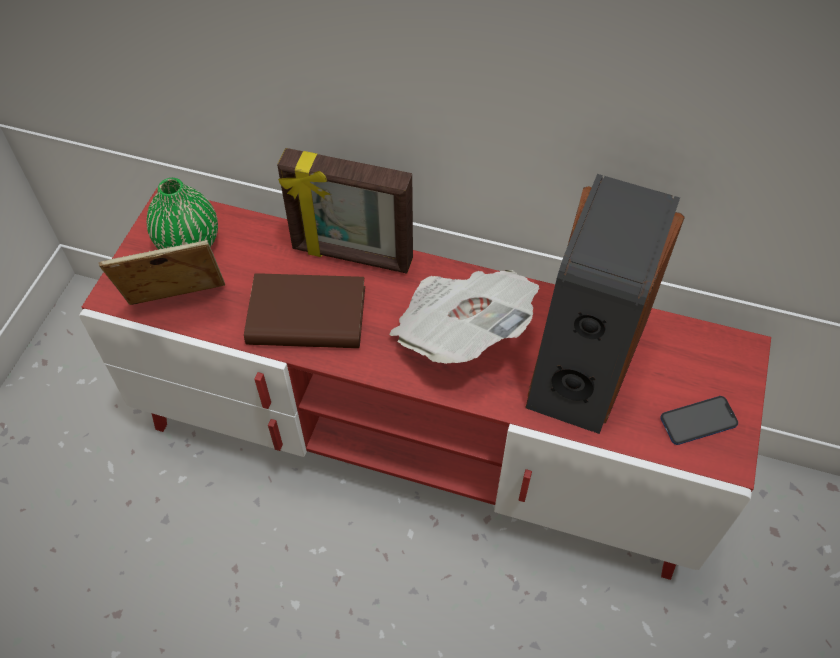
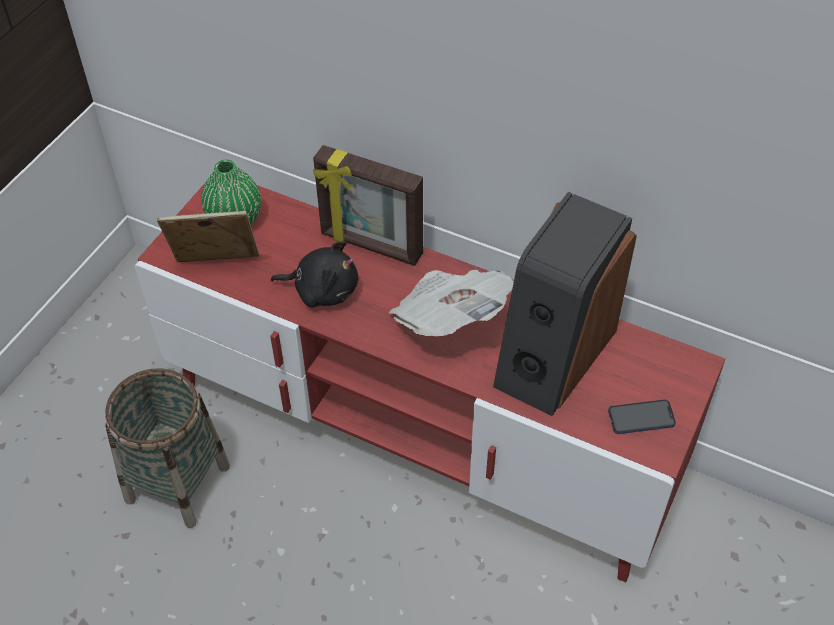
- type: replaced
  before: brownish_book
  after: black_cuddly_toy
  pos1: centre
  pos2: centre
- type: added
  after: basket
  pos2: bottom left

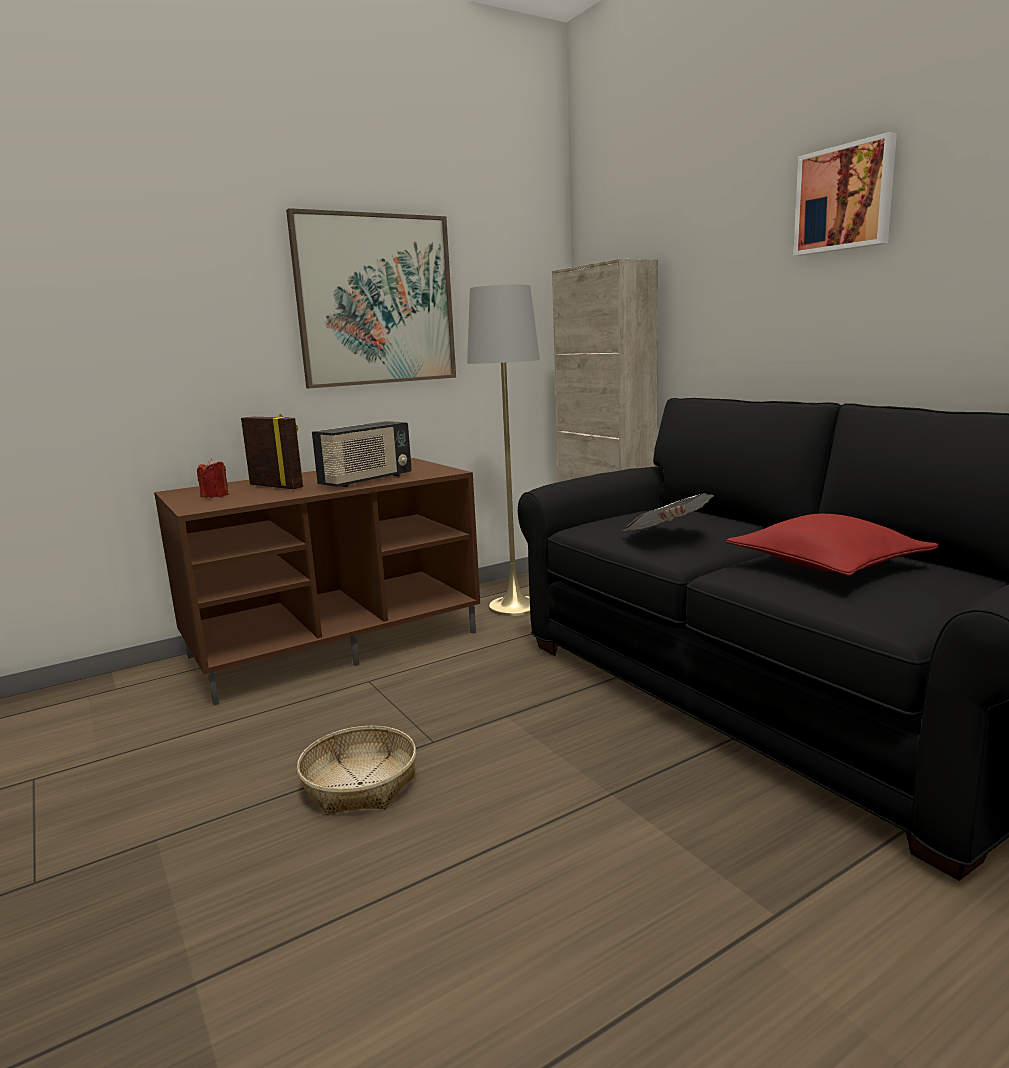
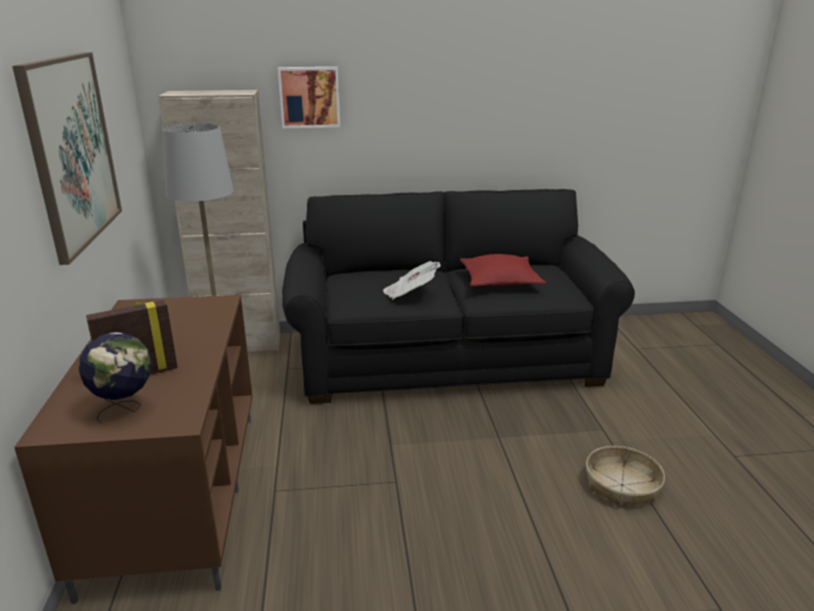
- type: replaced
  before: red_wax_light
  after: world_globe
  pos1: middle left
  pos2: middle left
- type: moved
  before: basket
  pos1: bottom centre
  pos2: bottom right
- type: removed
  before: radio
  pos1: centre
- type: moved
  before: wall_picture (2nd from left)
  pos1: top right
  pos2: top centre

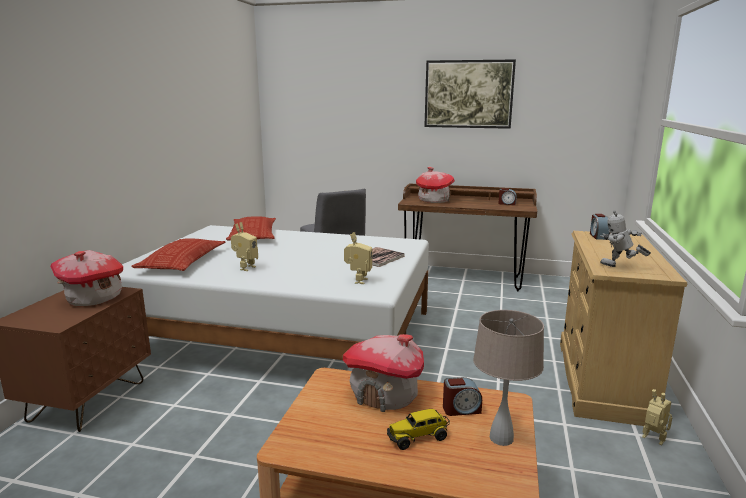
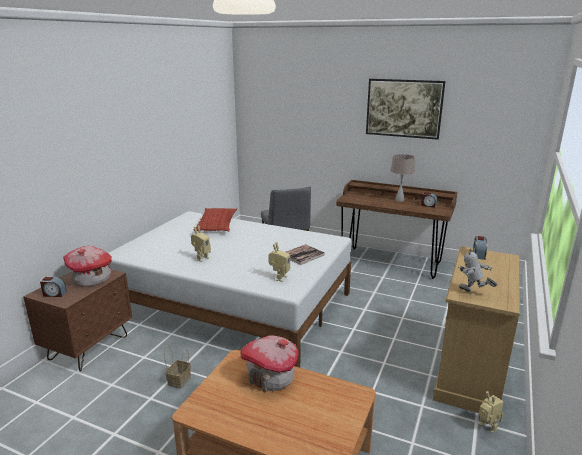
- type: removed
  before: cushion (1st from left)
  pos1: middle left
- type: removed
  before: toy_truck
  pos1: bottom centre
- type: removed
  before: model_house (3rd from left)
  pos1: centre
- type: moved
  before: table_clock (1st from left)
  pos1: bottom centre
  pos2: middle left
- type: moved
  before: sand-coloured_tabletop_lamp
  pos1: bottom right
  pos2: middle right
- type: added
  after: basket
  pos2: bottom left

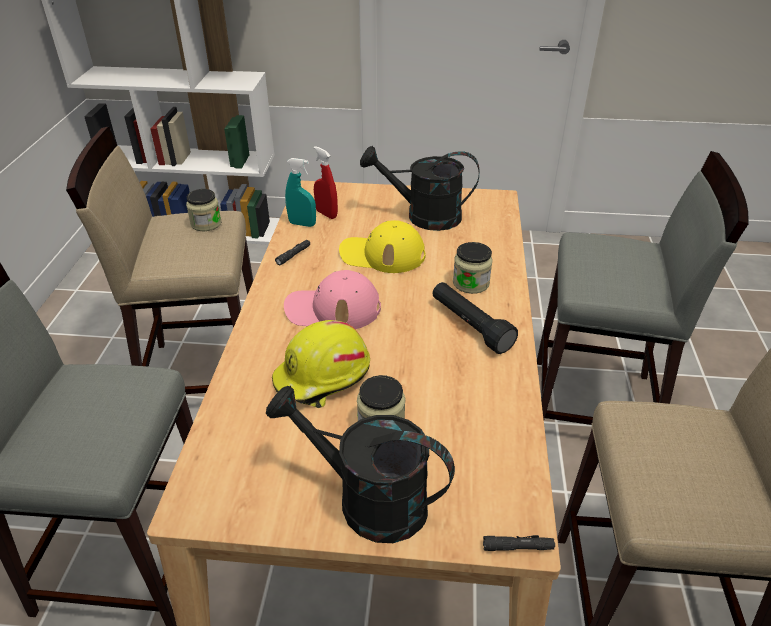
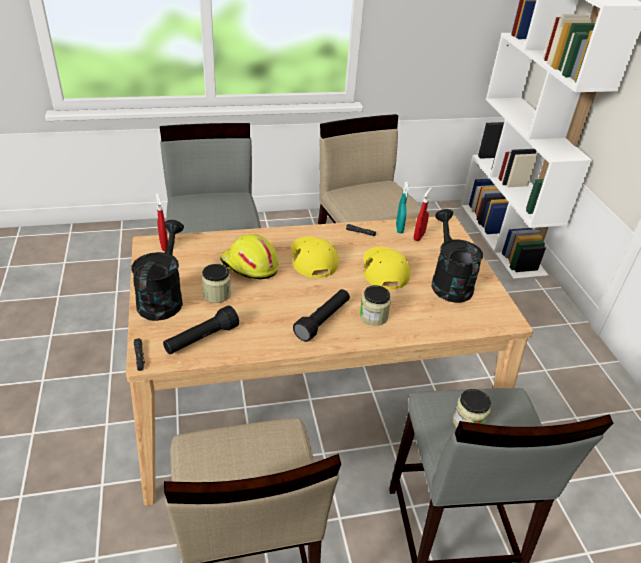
- type: moved
  before: preserve_jar (1st from left in the first image)
  after: preserve_jar (3rd from left)
  pos1: middle left
  pos2: bottom right
- type: recoloured
  before: pinkish_cap
  after: yellow_cap (1st from left)
  pos1: centre
  pos2: centre
- type: added
  after: red_spray_bottle (1st from left)
  pos2: middle left
- type: added
  after: black_hand_torch (2nd from left)
  pos2: middle left

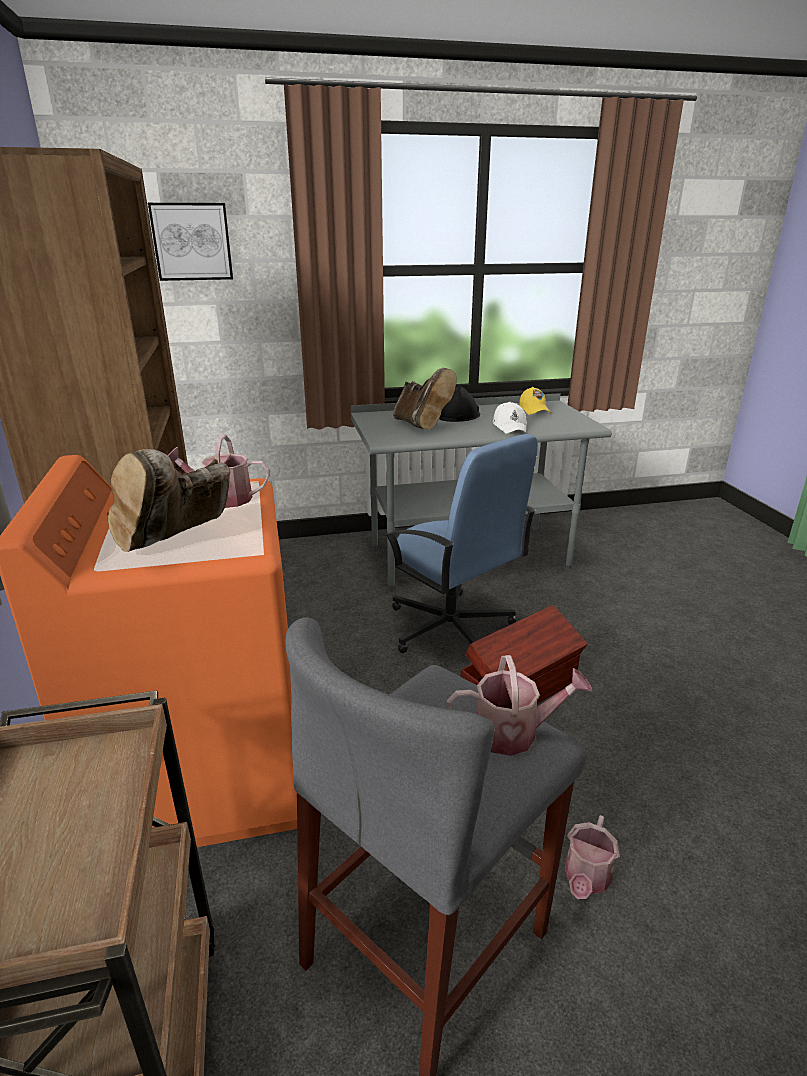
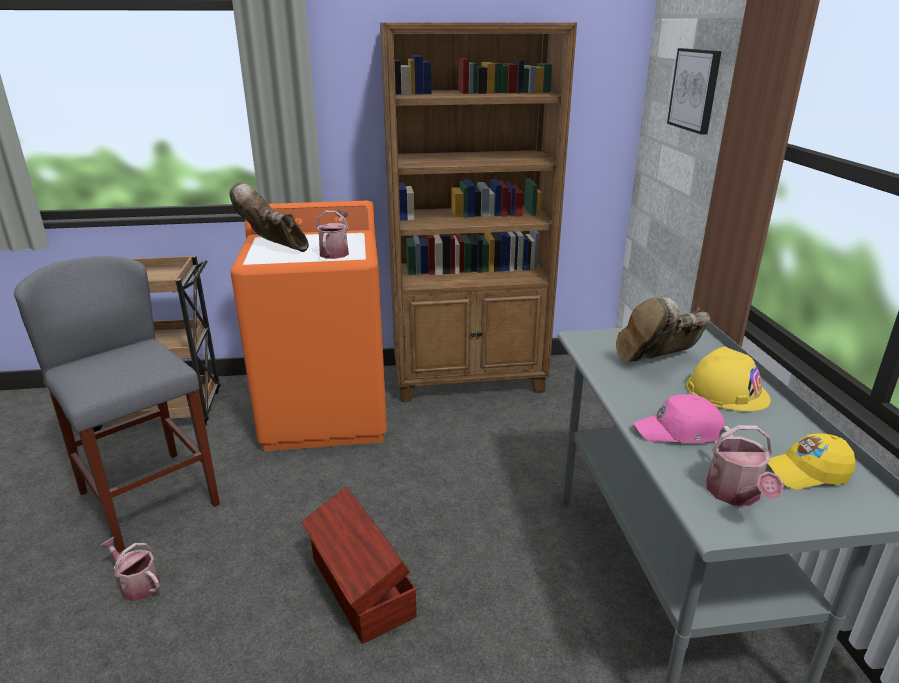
- type: removed
  before: blue_desk_chair
  pos1: centre
- type: recoloured
  before: black_hard_hat
  after: yellow_hard_hat
  pos1: centre
  pos2: middle right
- type: moved
  before: watering_can (2nd from left in the first image)
  after: watering_can (3rd from left)
  pos1: centre
  pos2: bottom right
- type: recoloured
  before: whitish_cap
  after: pinkish_cap
  pos1: centre
  pos2: middle right

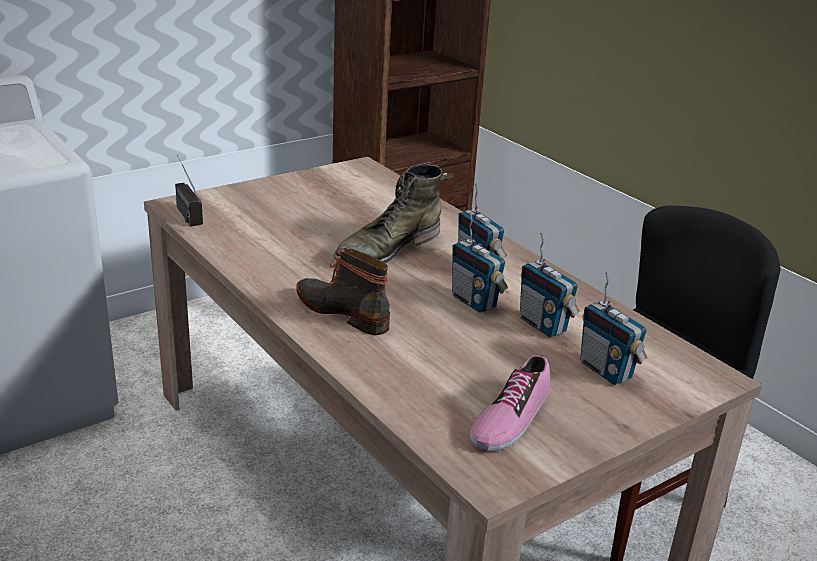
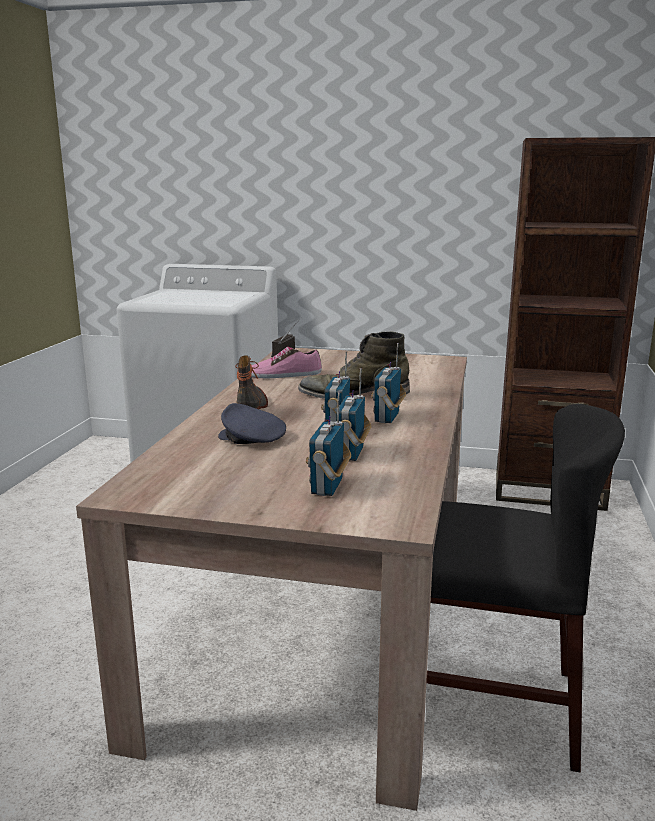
- type: moved
  before: shoe
  pos1: bottom centre
  pos2: centre
- type: added
  after: greyish_cap
  pos2: centre

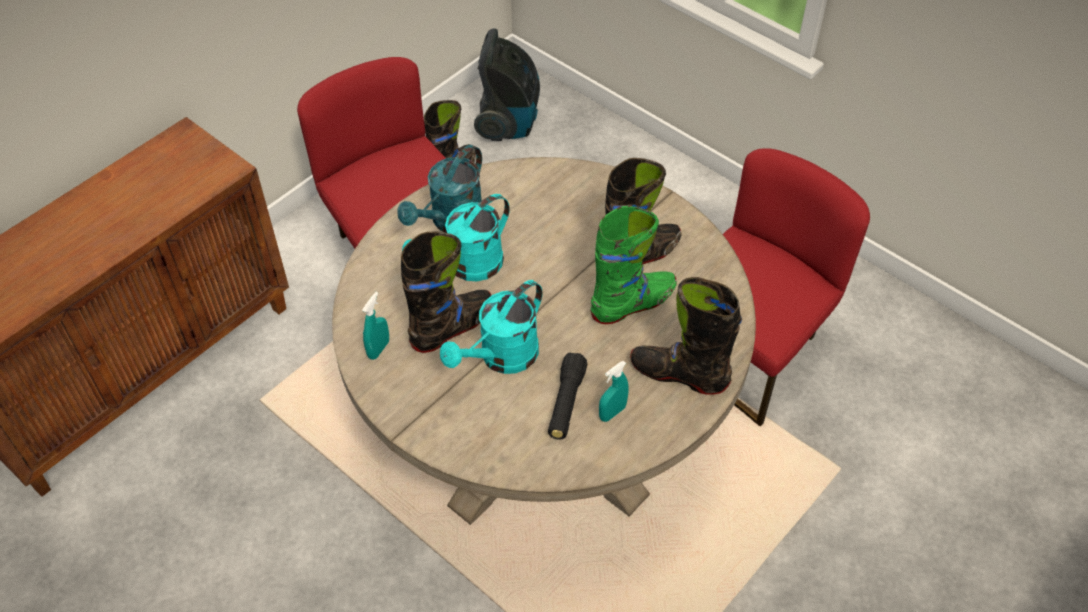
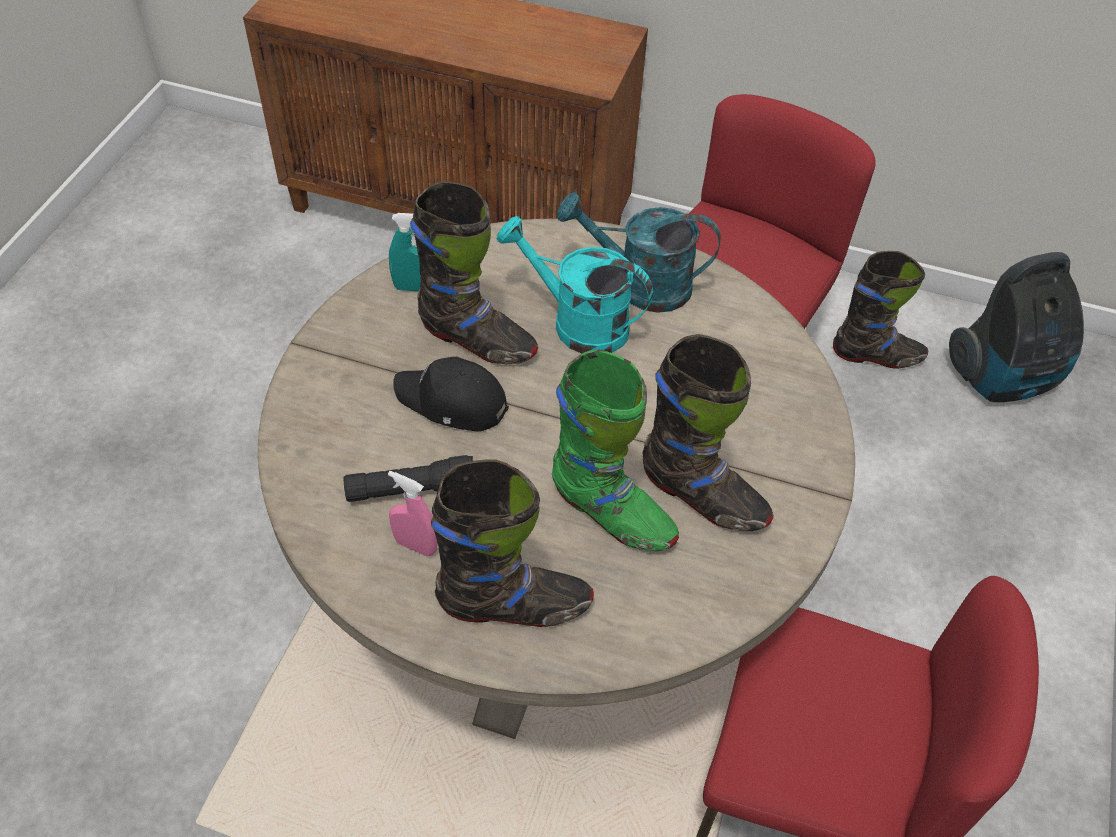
- type: replaced
  before: turquoise_watering_can (3rd from left)
  after: black_cap
  pos1: centre
  pos2: centre
- type: recoloured
  before: turquoise_spray_bottle (2nd from left)
  after: pinkish_spray_bottle
  pos1: centre
  pos2: centre
- type: turned
  before: black_tall_boot (4th from left in the first image)
  pos1: centre
  pos2: centre
  turn: 90

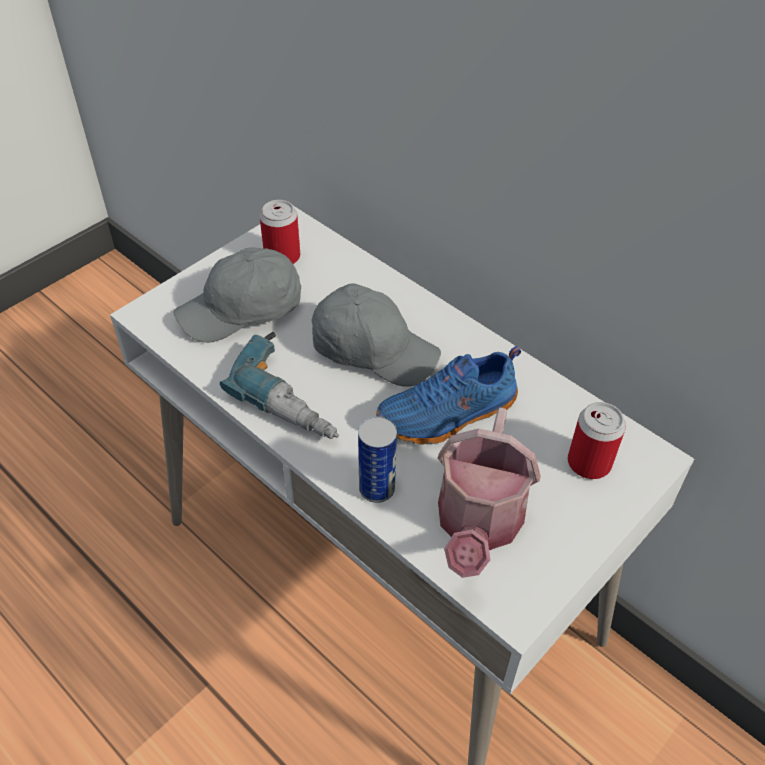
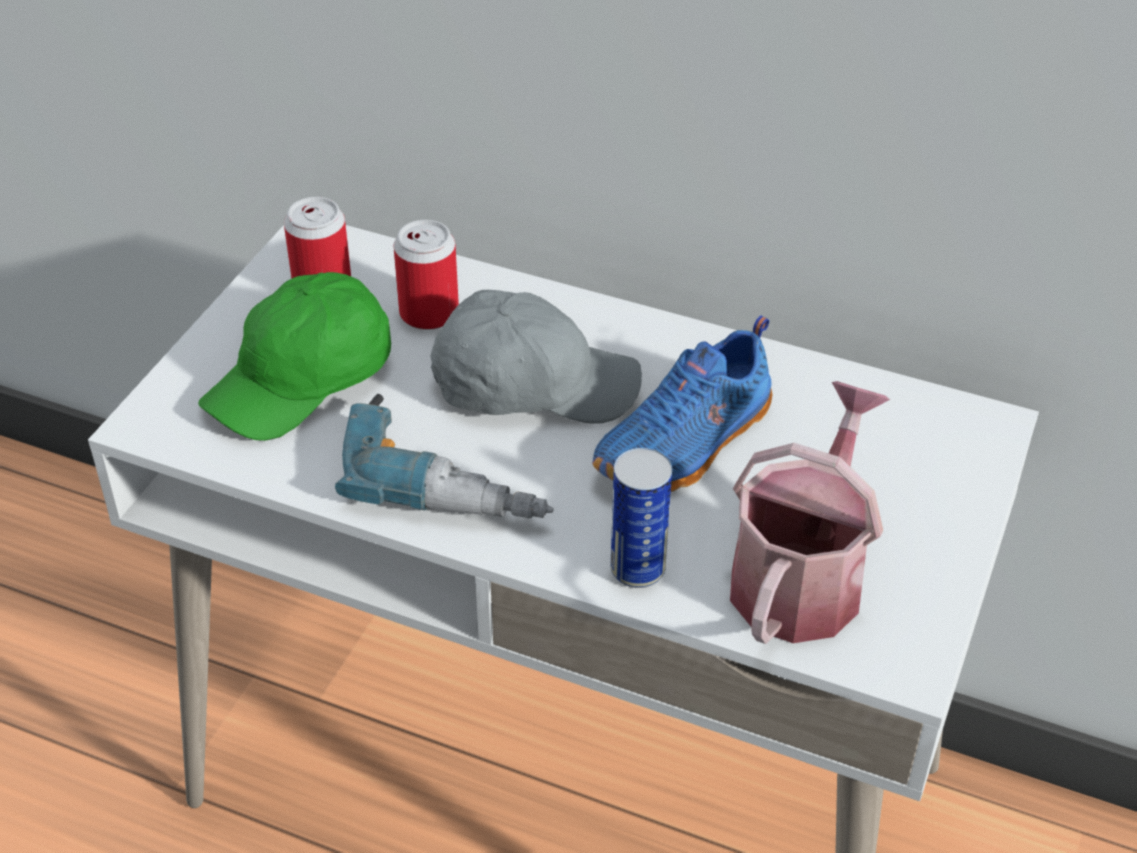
- type: recoloured
  before: greyish_cap (1st from left)
  after: green-coloured_cap
  pos1: middle left
  pos2: middle left
- type: turned
  before: watering_can
  pos1: centre
  pos2: middle right
  turn: -150
- type: moved
  before: metal_can (3rd from left in the first image)
  after: metal_can (2nd from left)
  pos1: middle right
  pos2: top centre

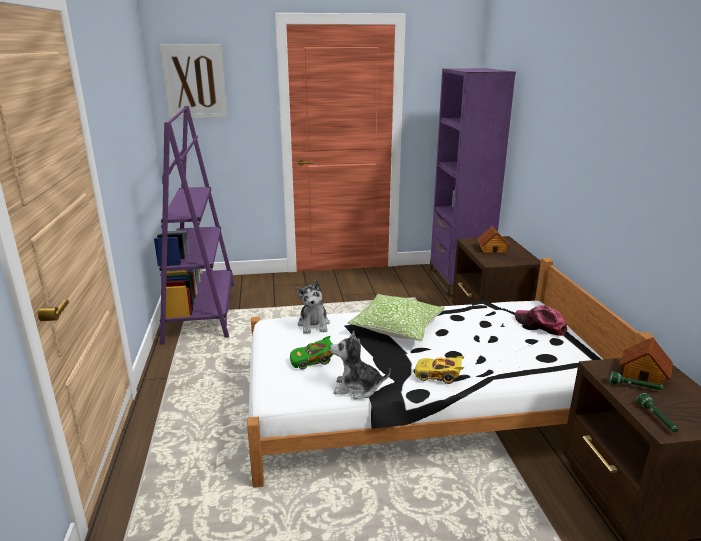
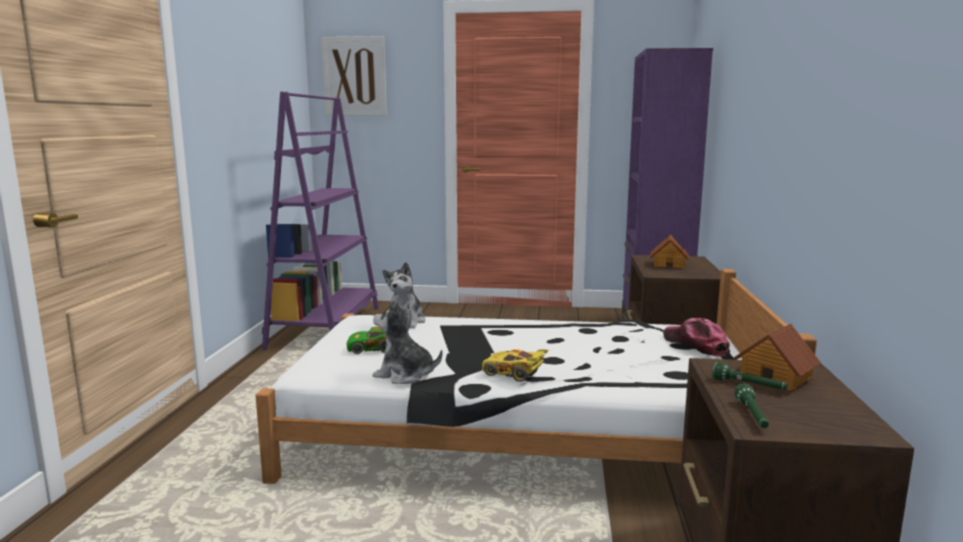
- type: removed
  before: cushion
  pos1: centre

